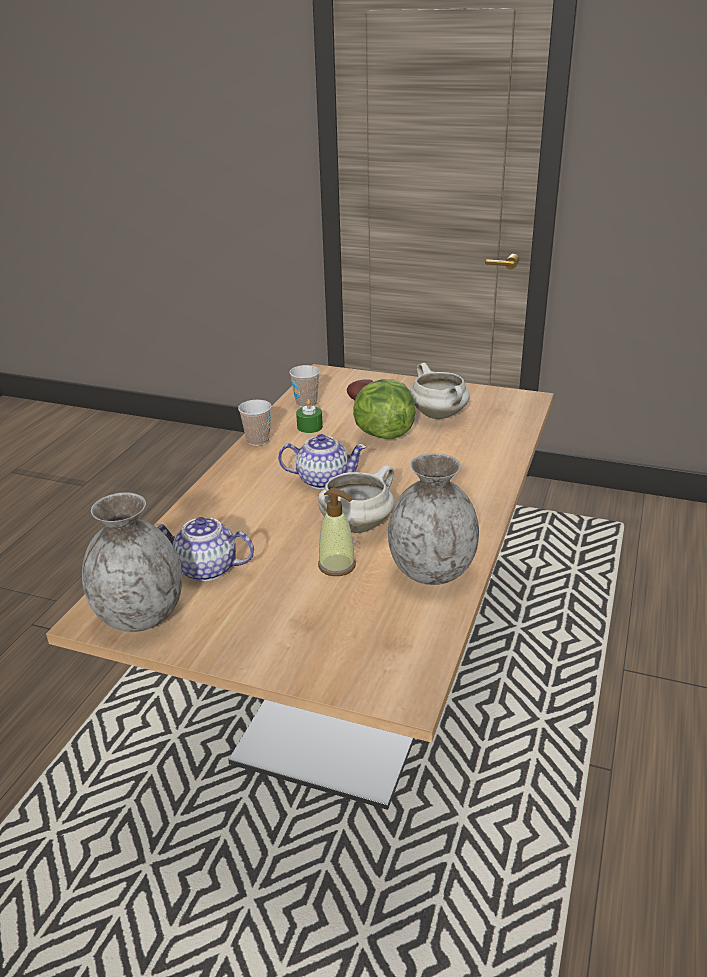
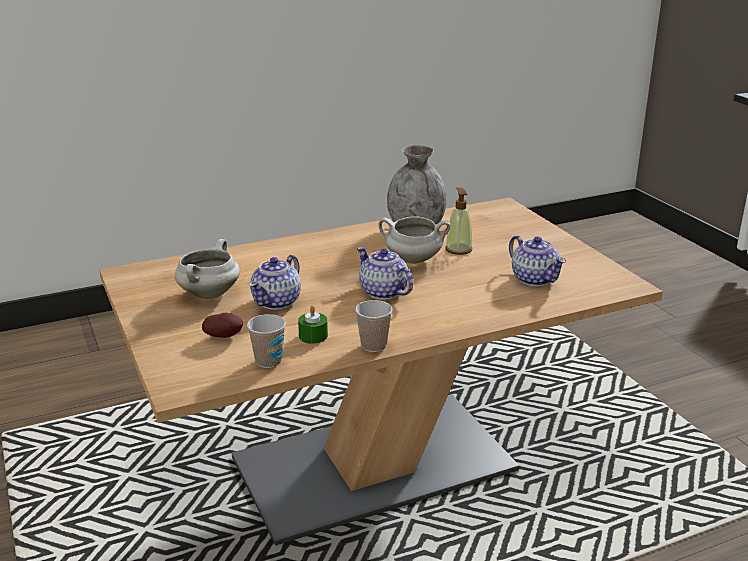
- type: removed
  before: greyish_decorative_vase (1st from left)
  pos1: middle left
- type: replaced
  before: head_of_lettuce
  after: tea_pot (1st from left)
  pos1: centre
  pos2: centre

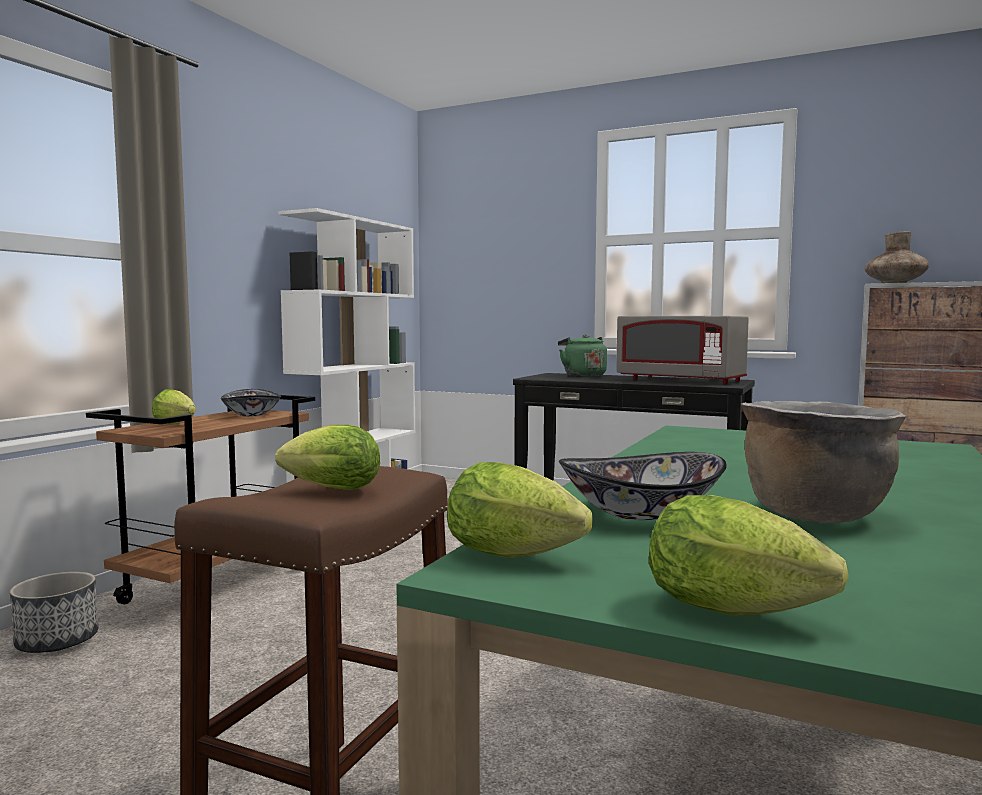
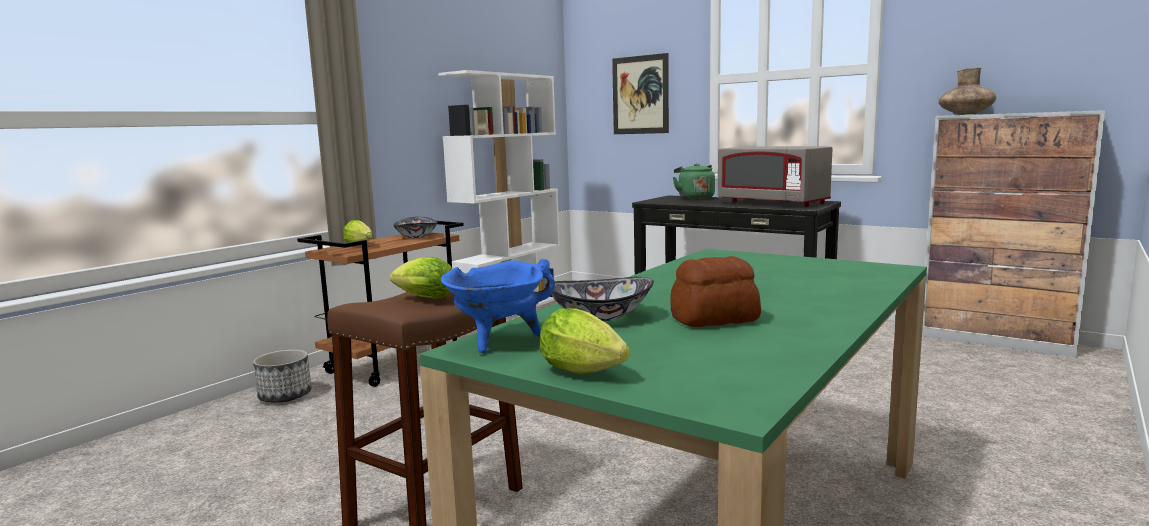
- type: replaced
  before: head_of_lettuce (3rd from left)
  after: blue_stockpot
  pos1: centre
  pos2: centre
- type: replaced
  before: brownish_stockpot
  after: bread
  pos1: middle right
  pos2: centre
- type: added
  after: wall_picture
  pos2: top centre

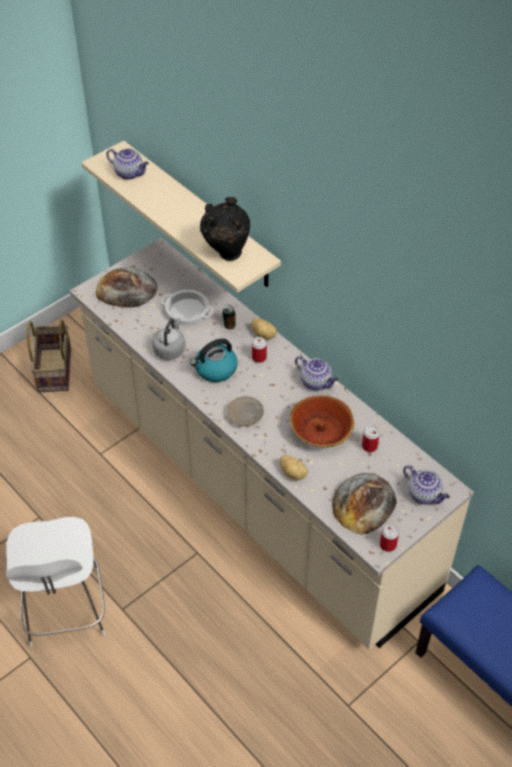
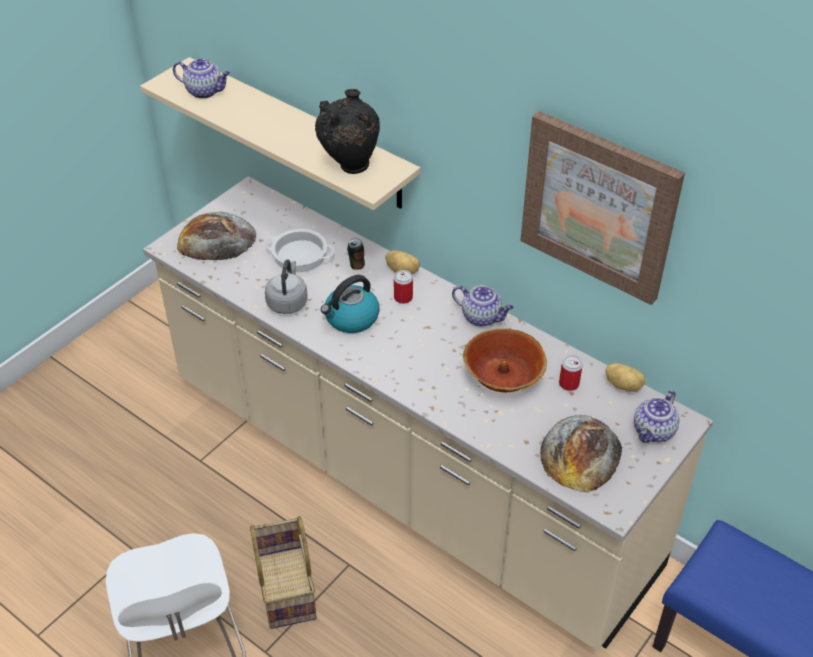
- type: moved
  before: basket
  pos1: middle left
  pos2: bottom centre
- type: removed
  before: sand-coloured_plate
  pos1: centre
- type: moved
  before: whole_potato (2nd from left)
  pos1: centre
  pos2: middle right
- type: removed
  before: metal_can (4th from left)
  pos1: bottom right
- type: turned
  before: tea_pot (3rd from left)
  pos1: middle right
  pos2: middle right
  turn: 90
- type: added
  after: wall_picture
  pos2: top right

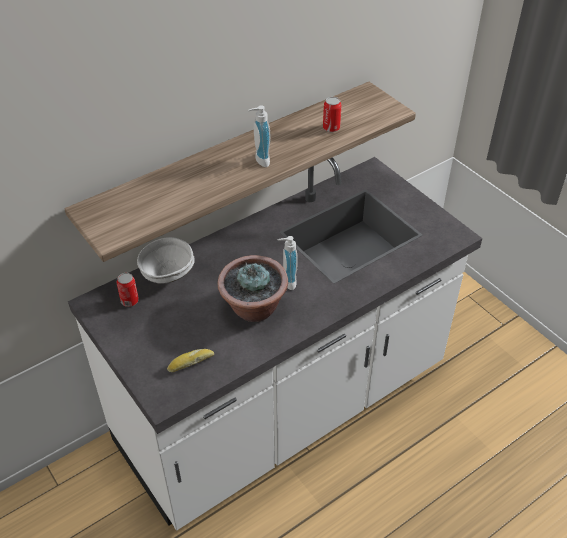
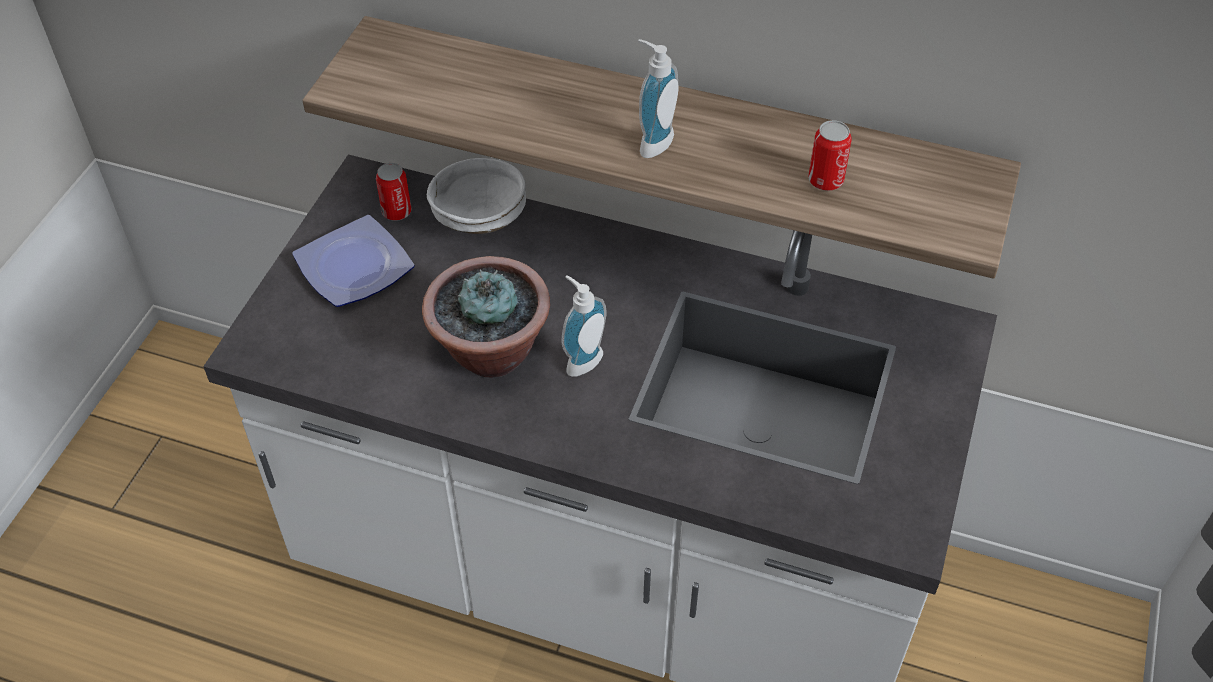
- type: removed
  before: bread
  pos1: bottom centre
- type: added
  after: plate
  pos2: middle left

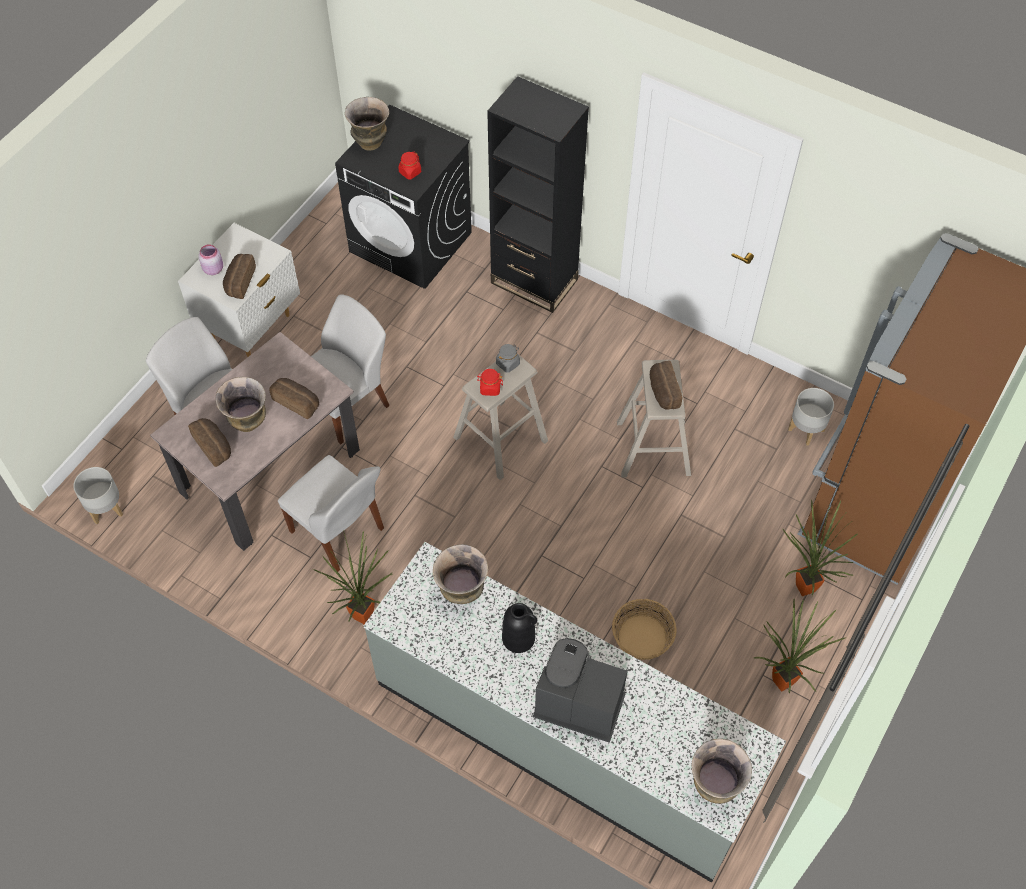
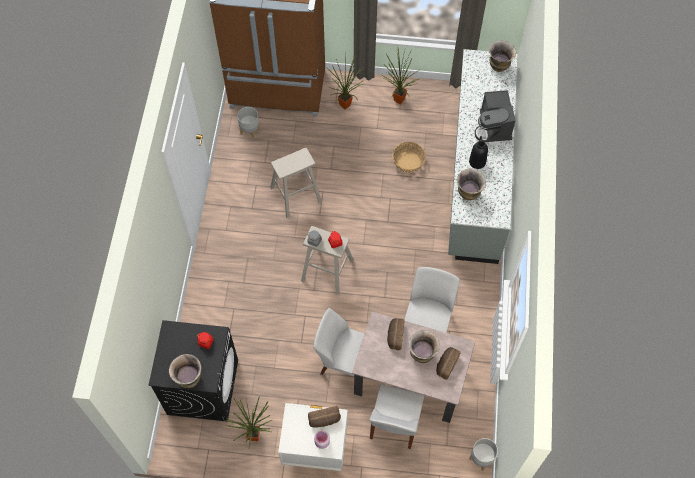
- type: moved
  before: houseplant (1st from left)
  pos1: centre
  pos2: bottom centre
- type: removed
  before: black_shelving_unit
  pos1: top centre
- type: removed
  before: bread (4th from left)
  pos1: centre

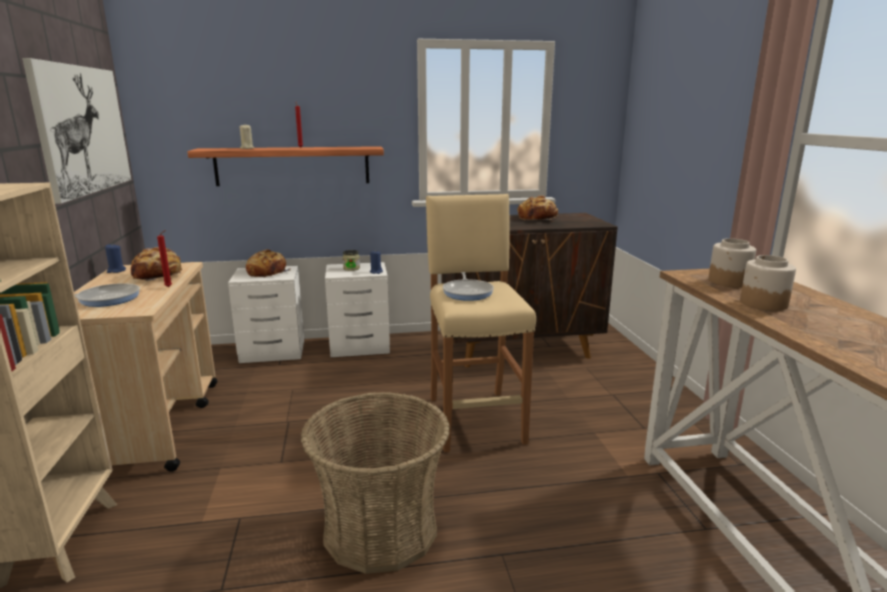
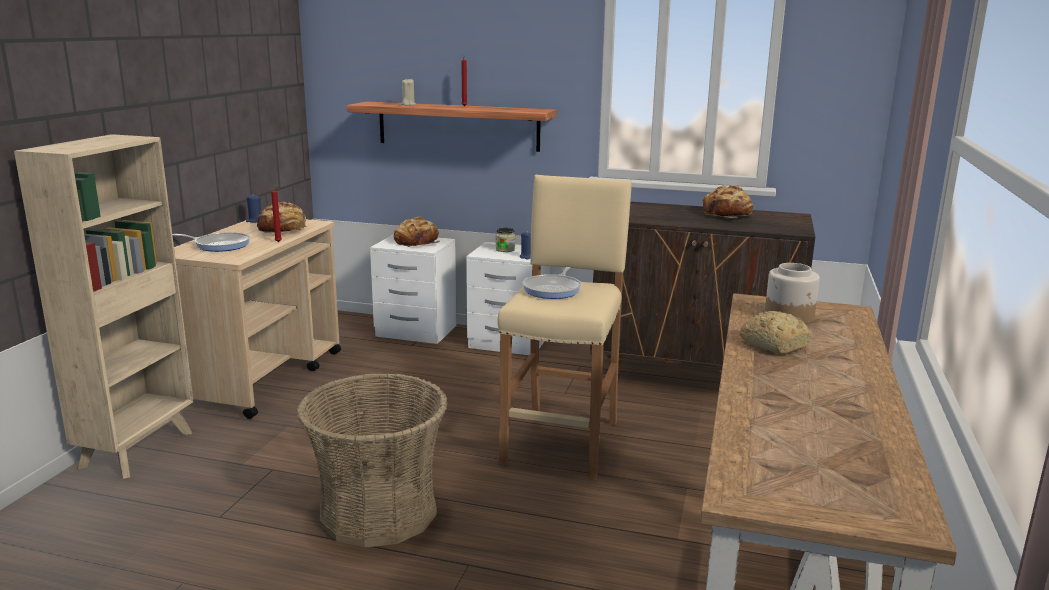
- type: removed
  before: wall_picture
  pos1: top left
- type: replaced
  before: preserve_jar (3rd from left)
  after: bread (4th from left)
  pos1: middle right
  pos2: middle right

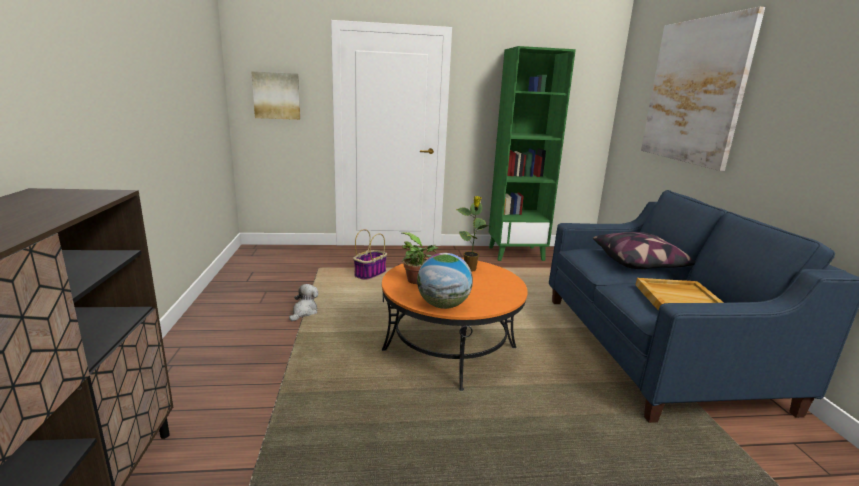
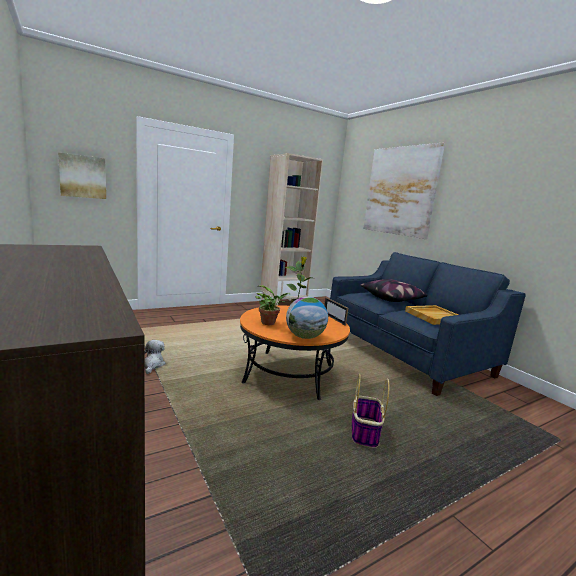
- type: moved
  before: basket
  pos1: centre
  pos2: bottom centre
- type: recoloured
  before: green-coloured_shelving_unit
  after: sand-coloured_shelving_unit
  pos1: top centre
  pos2: centre
- type: added
  after: photo_frame
  pos2: centre

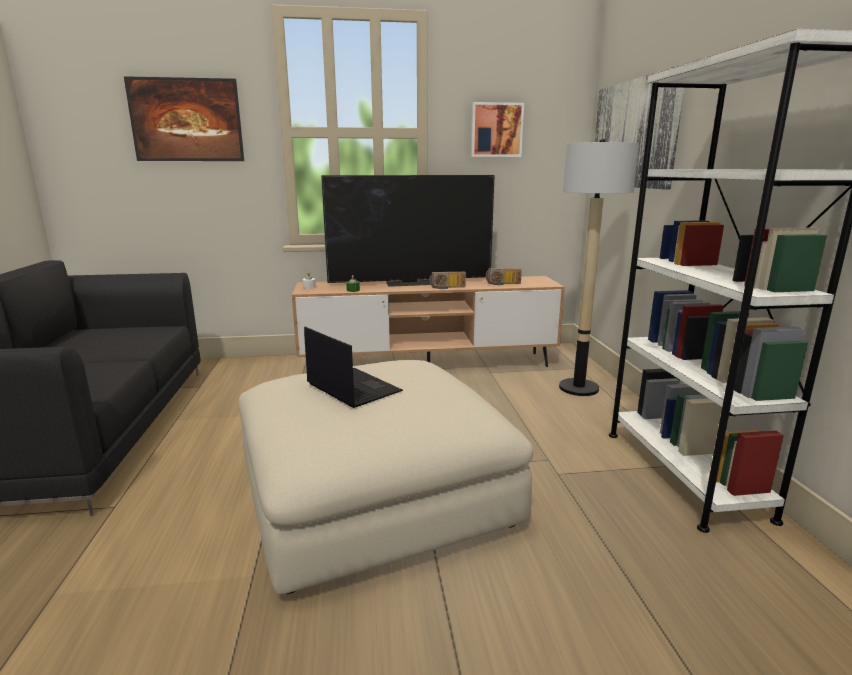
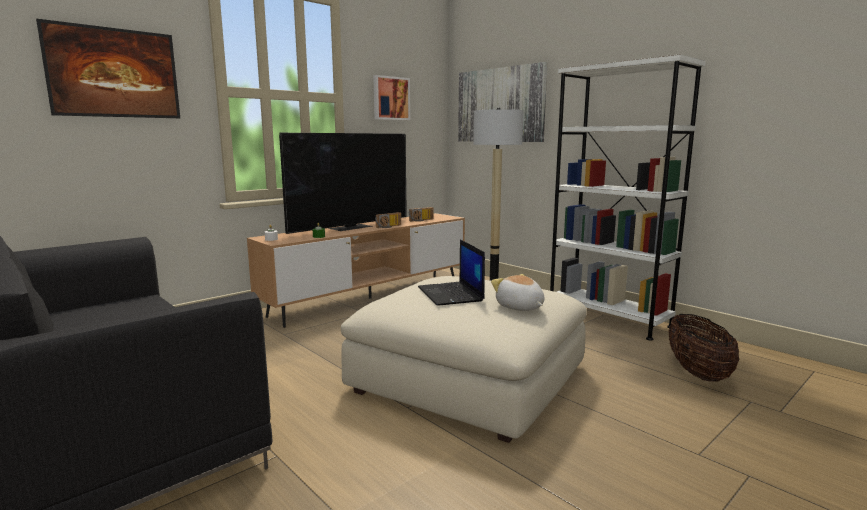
- type: turned
  before: portable_computer
  pos1: centre
  pos2: centre
  turn: -120
- type: added
  after: cuddly_toy
  pos2: centre
- type: added
  after: basket
  pos2: bottom right

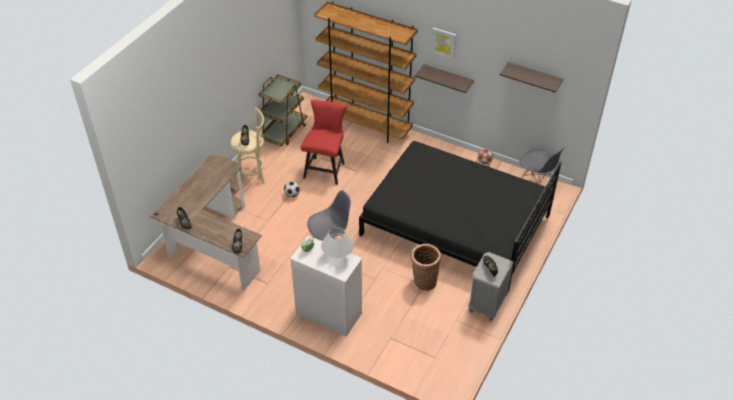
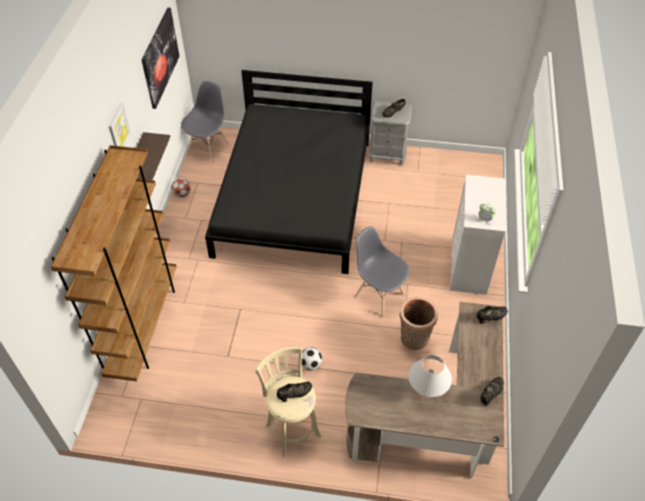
- type: removed
  before: brownish_trolley
  pos1: top centre
- type: removed
  before: red_plain_chair
  pos1: centre
- type: moved
  before: whitish_tabletop_lamp
  pos1: centre
  pos2: bottom right
- type: moved
  before: basket
  pos1: bottom centre
  pos2: centre
- type: replaced
  before: wall_shelf (2nd from left)
  after: wall_picture (2nd from left)
  pos1: top right
  pos2: top left

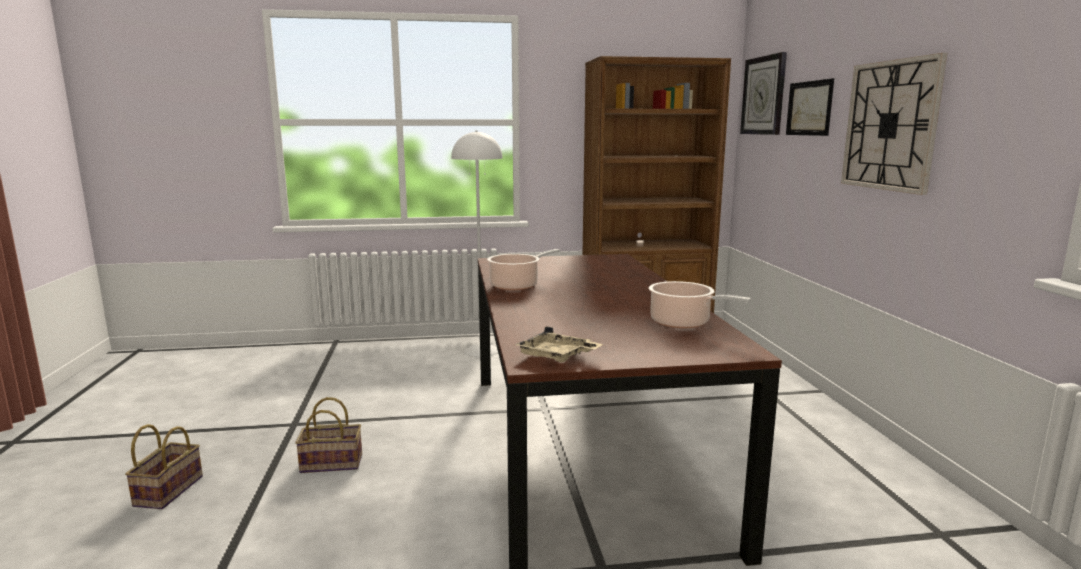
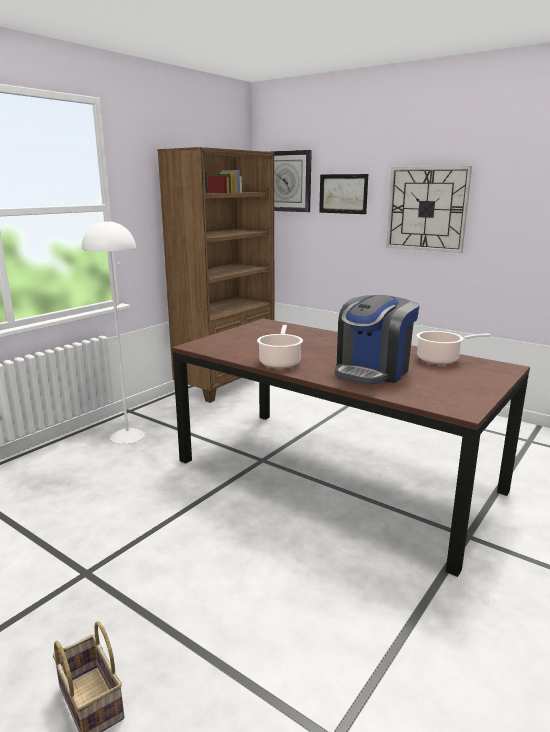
- type: removed
  before: basket (2nd from left)
  pos1: bottom left
- type: removed
  before: sand-coloured_carrying_tray
  pos1: centre
- type: added
  after: coffee_brewer
  pos2: middle right

